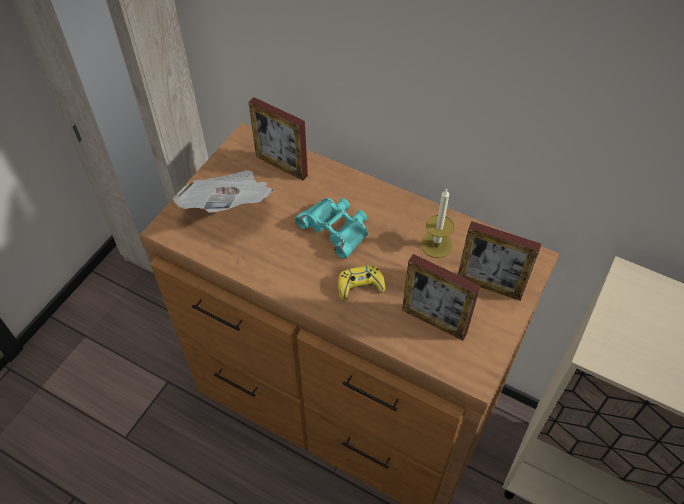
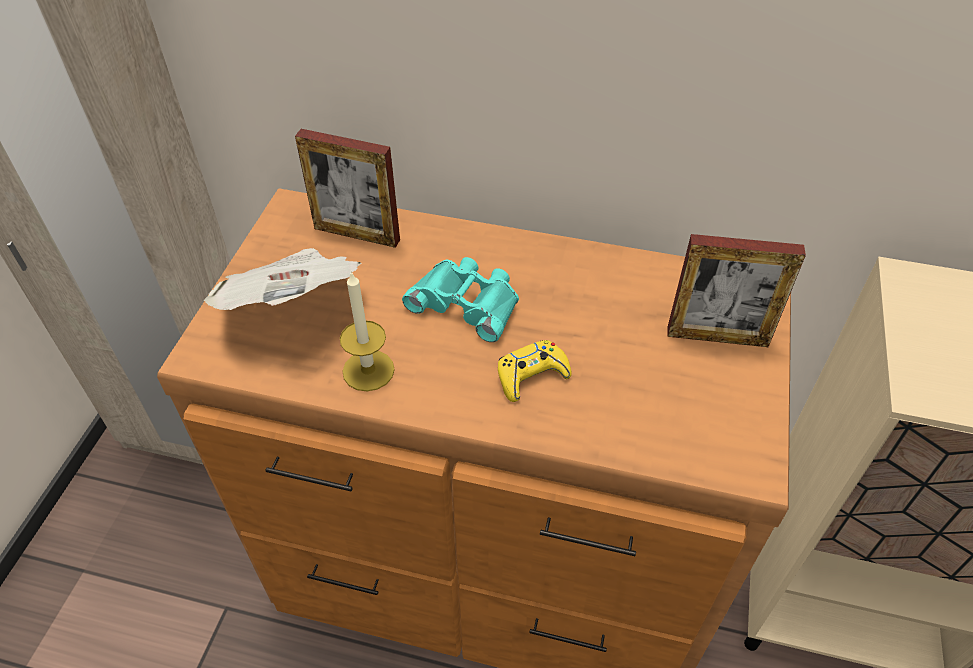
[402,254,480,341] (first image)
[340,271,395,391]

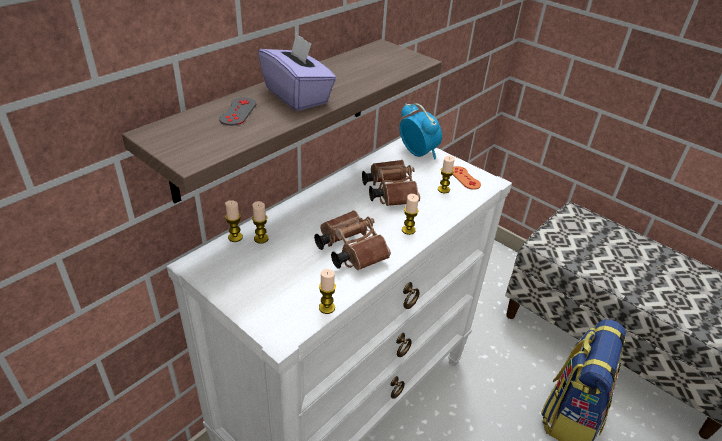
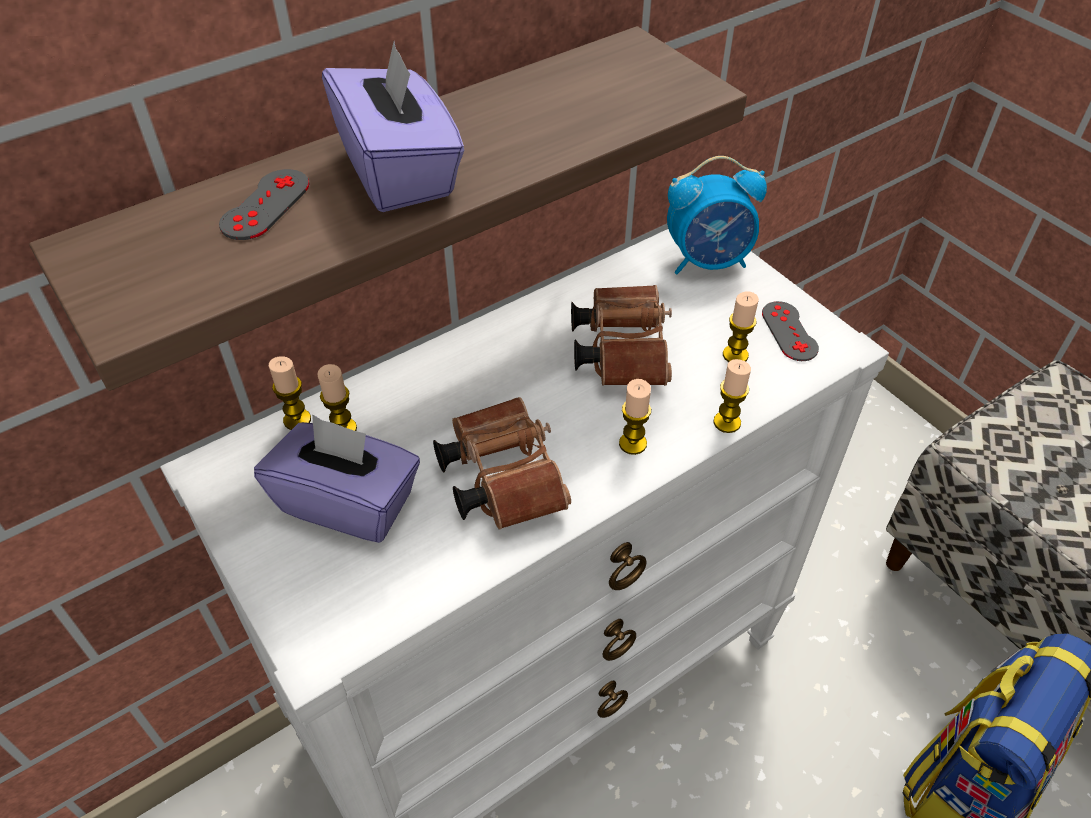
[254,414,420,543]
[713,359,751,433]
[762,301,819,361]
[667,156,767,274]

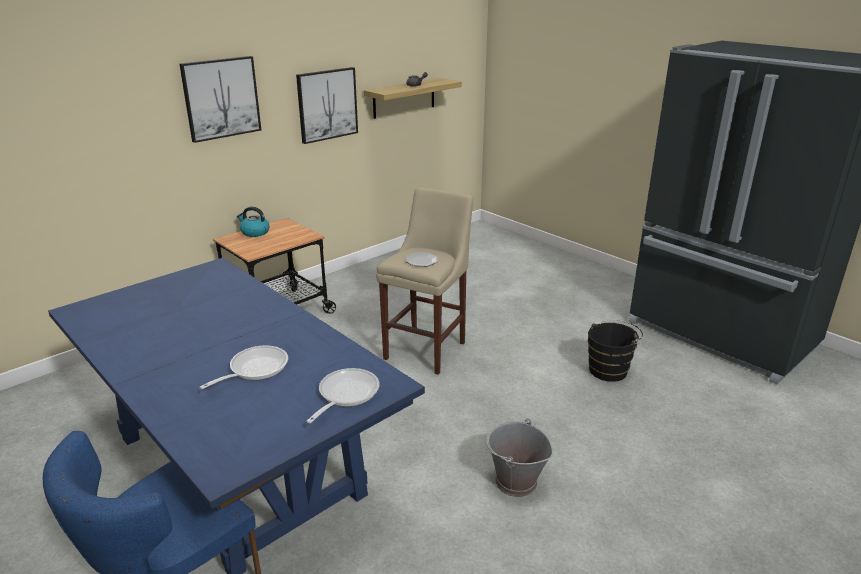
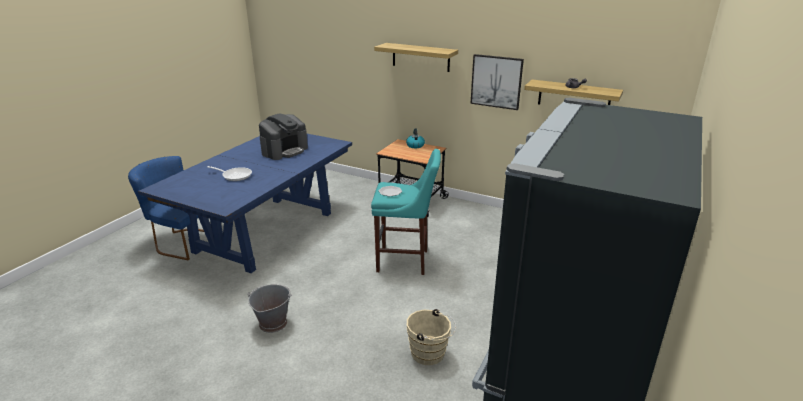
[307,368,380,423] (first image)
[259,113,308,160]
[374,43,458,72]
[371,149,441,275]
[407,309,456,365]

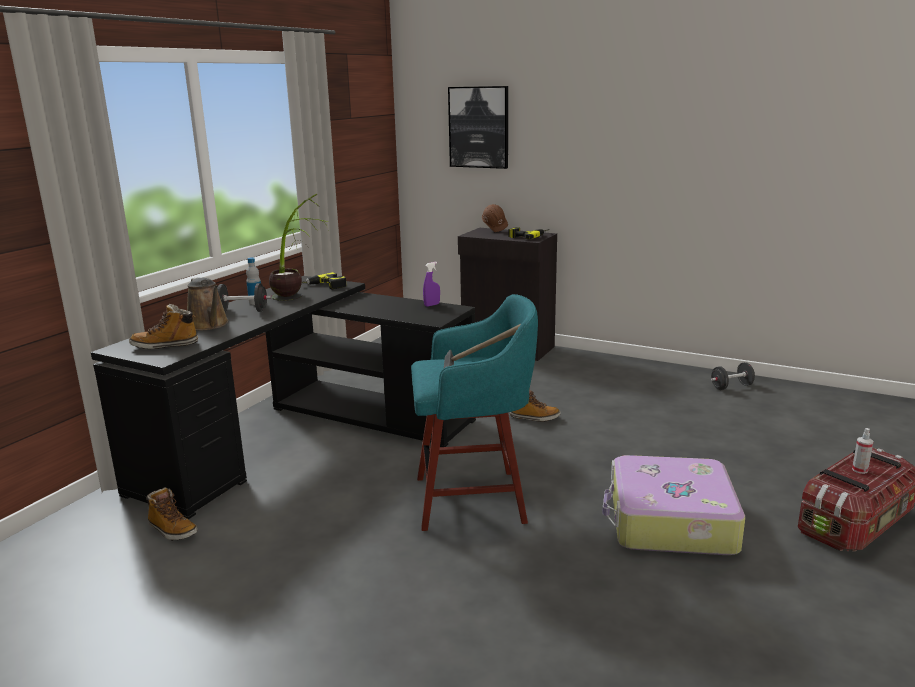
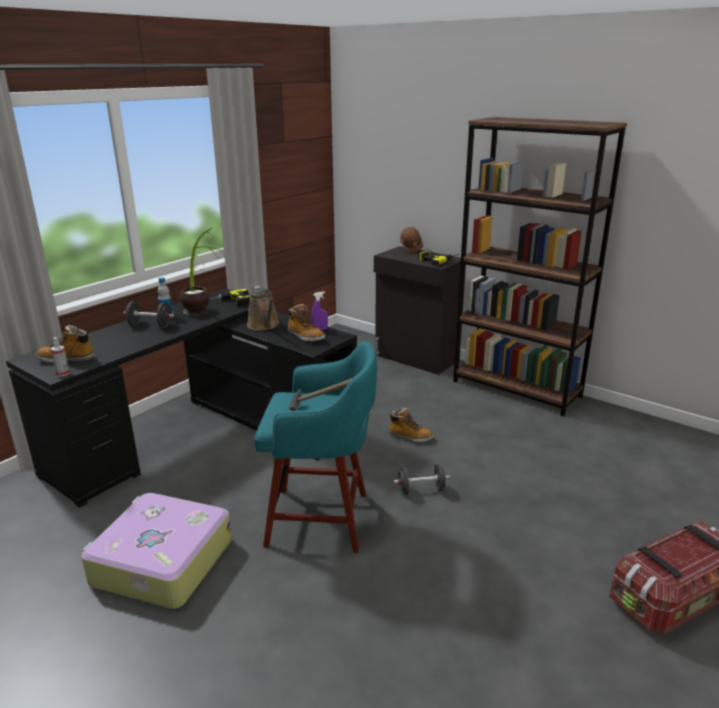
[448,86,508,169] (first image)
[453,117,627,417]
[288,304,325,342]
[247,286,280,330]
[81,493,232,609]
[394,464,450,494]
[51,337,69,377]

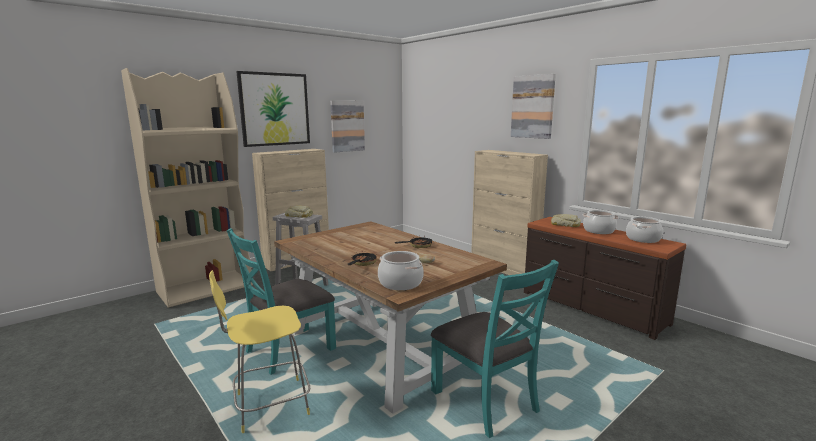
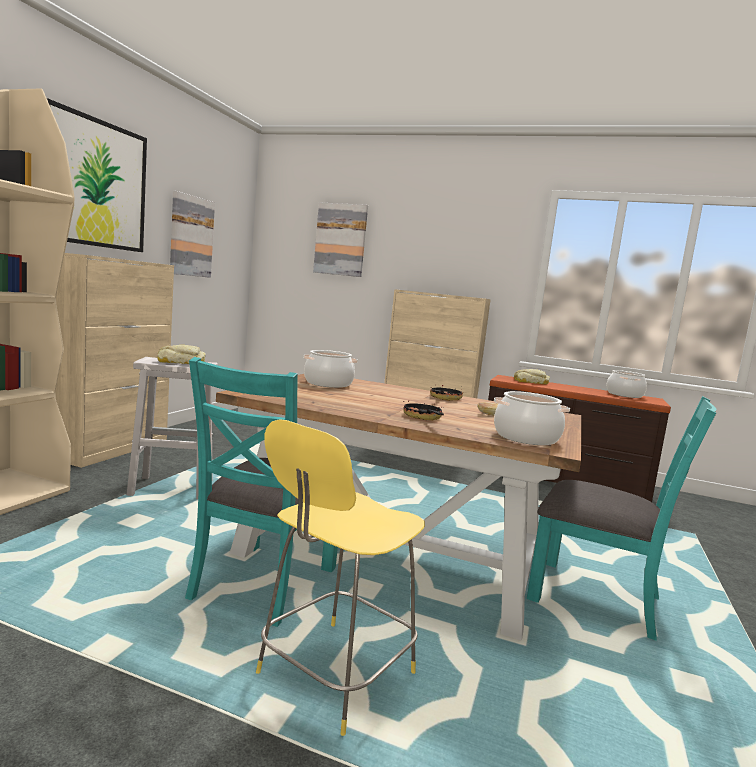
[313,202,368,277]
[303,350,358,388]

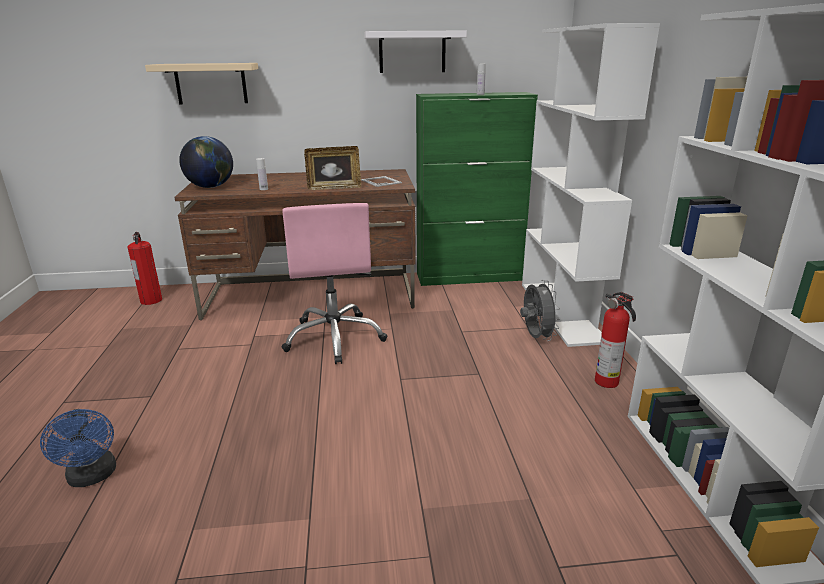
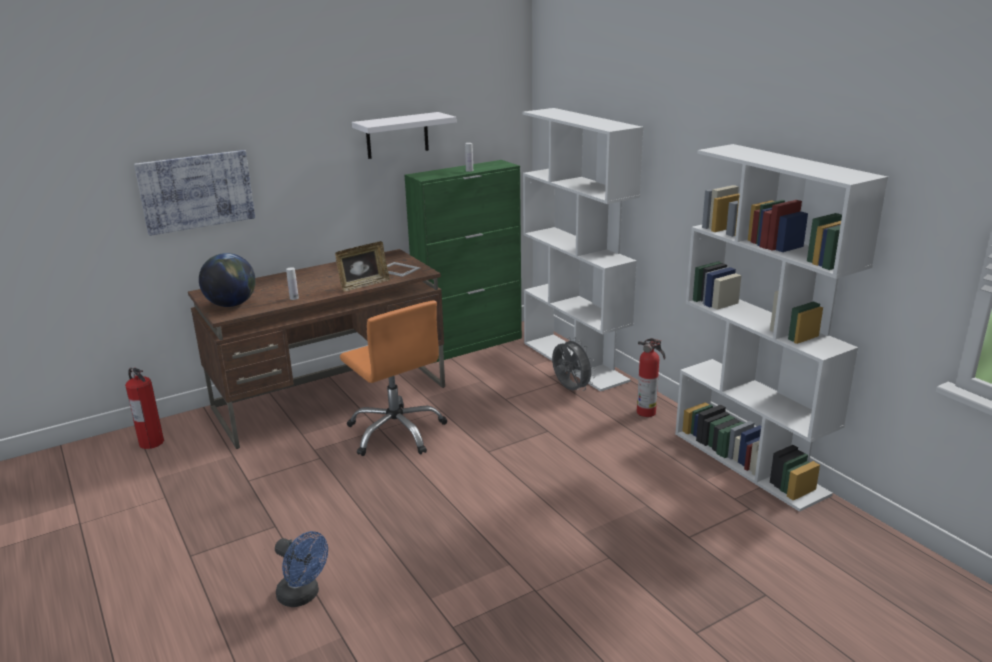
[134,150,255,236]
[340,300,447,456]

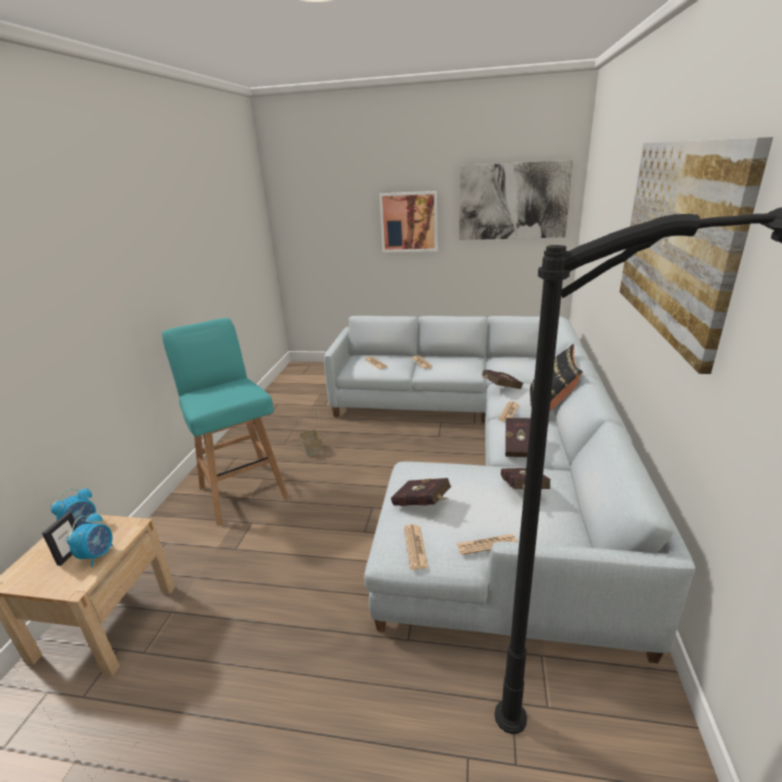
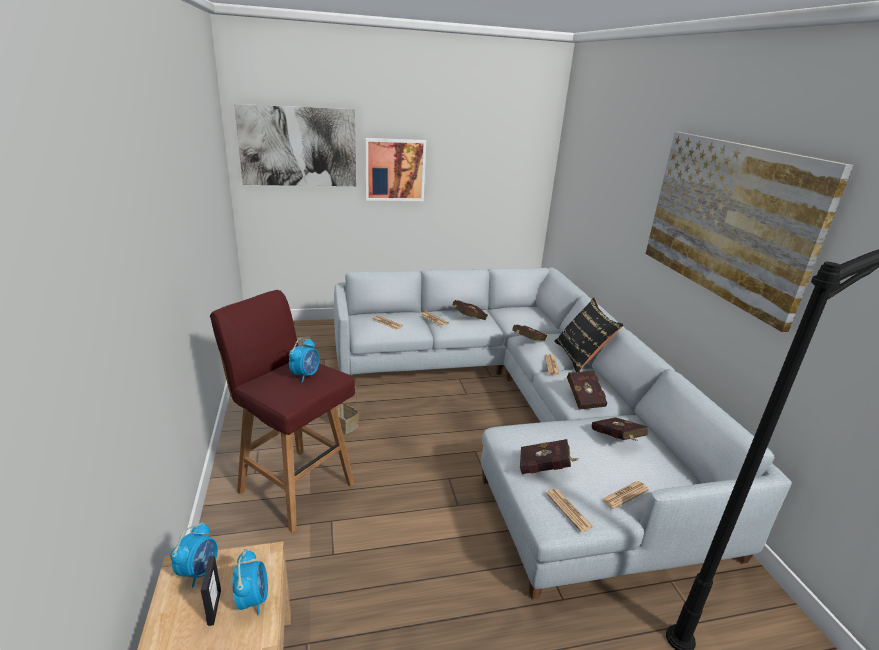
[289,338,319,383]
[451,300,488,320]
[234,104,356,186]
[210,290,355,533]

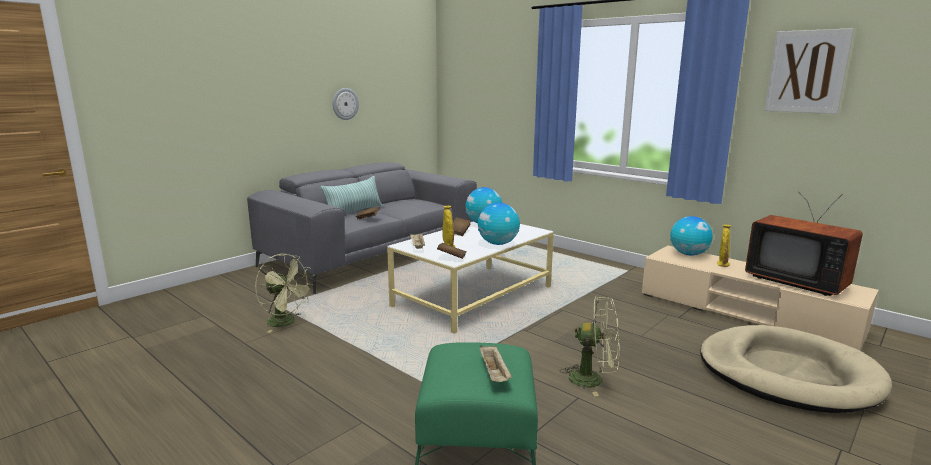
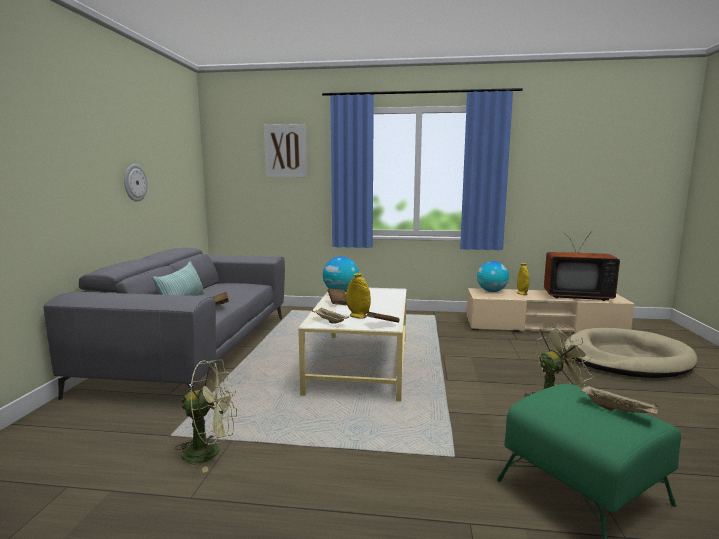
[478,203,520,245] (first image)
[264,124,307,177]

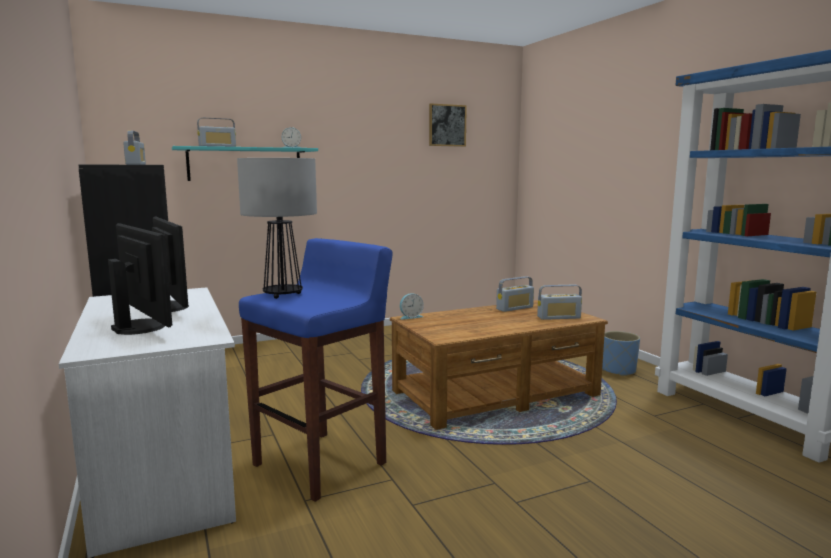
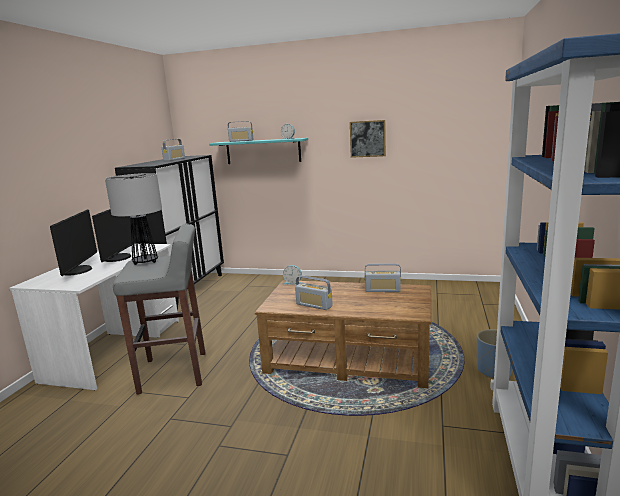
[350,120,386,158]
[295,275,333,310]
[113,224,205,395]

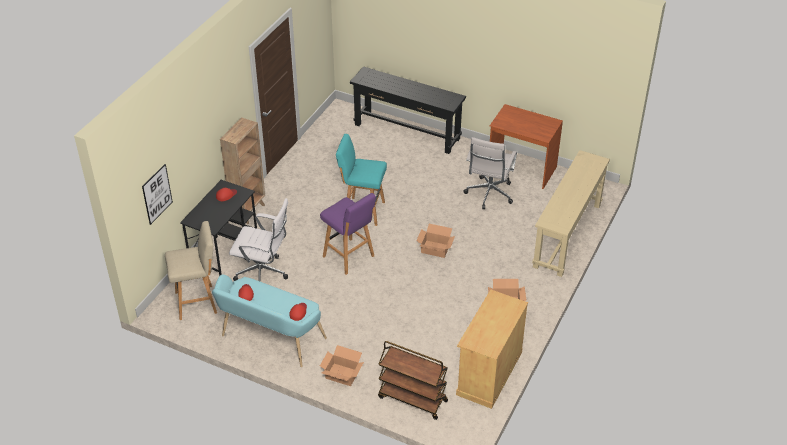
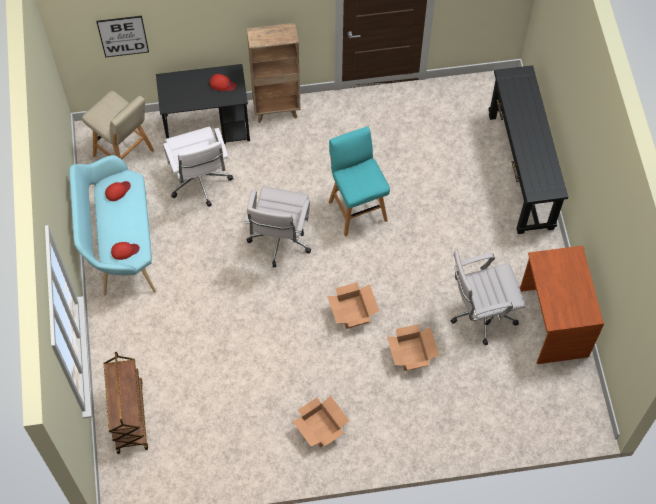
[456,290,528,409] (first image)
[532,150,610,277] (first image)
[387,324,439,371]
[244,186,311,267]

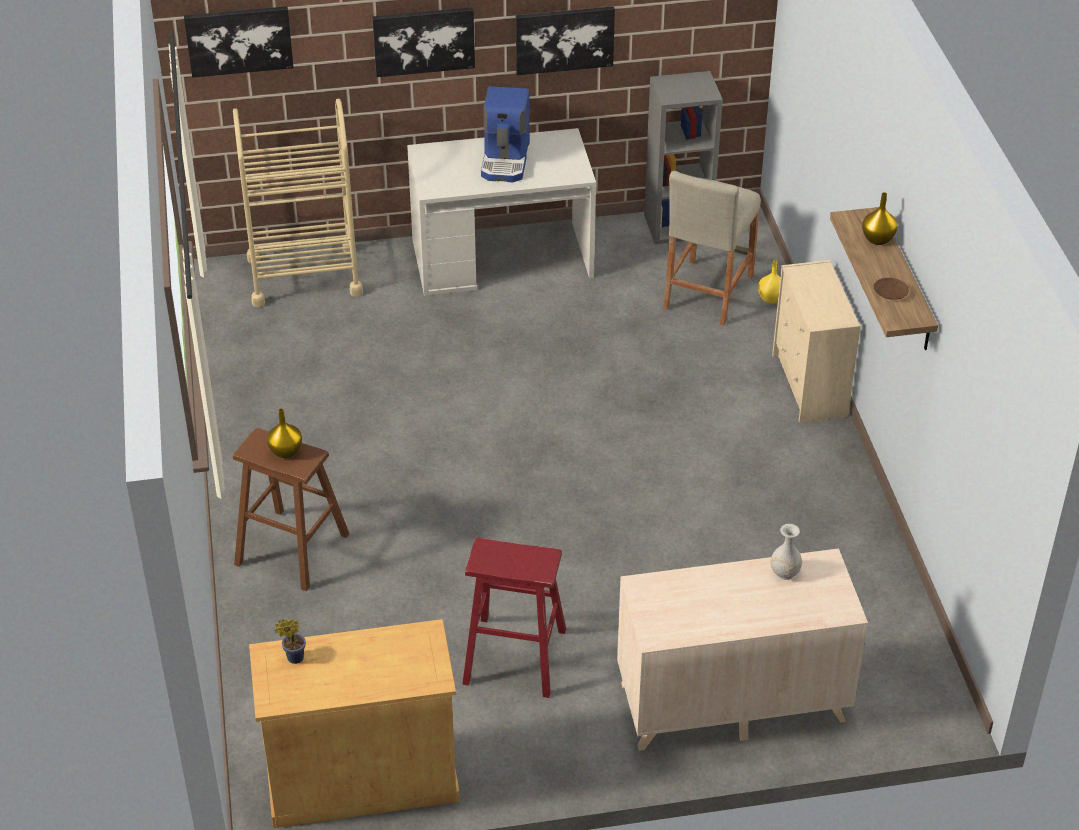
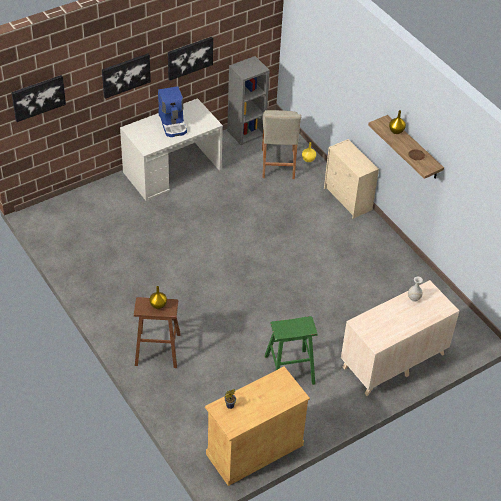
[233,99,363,307] (first image)
[265,316,318,385]

